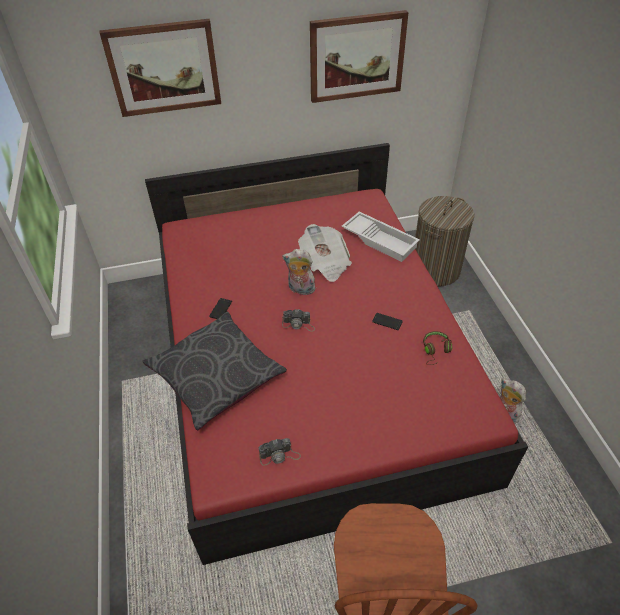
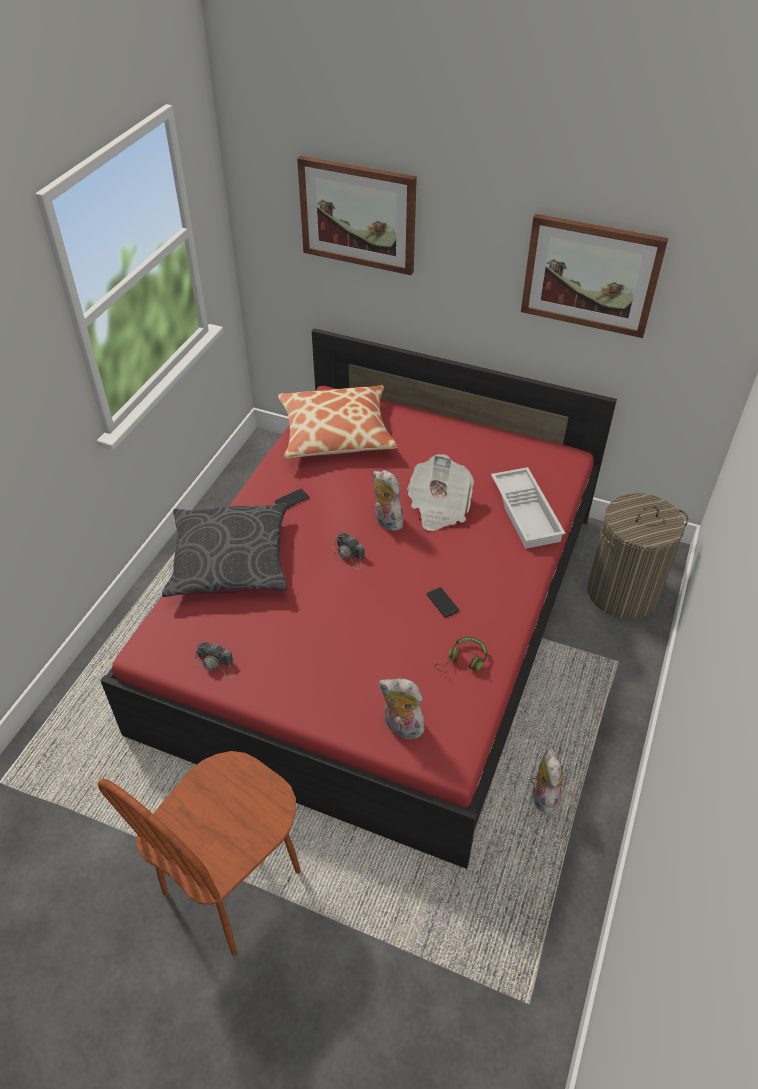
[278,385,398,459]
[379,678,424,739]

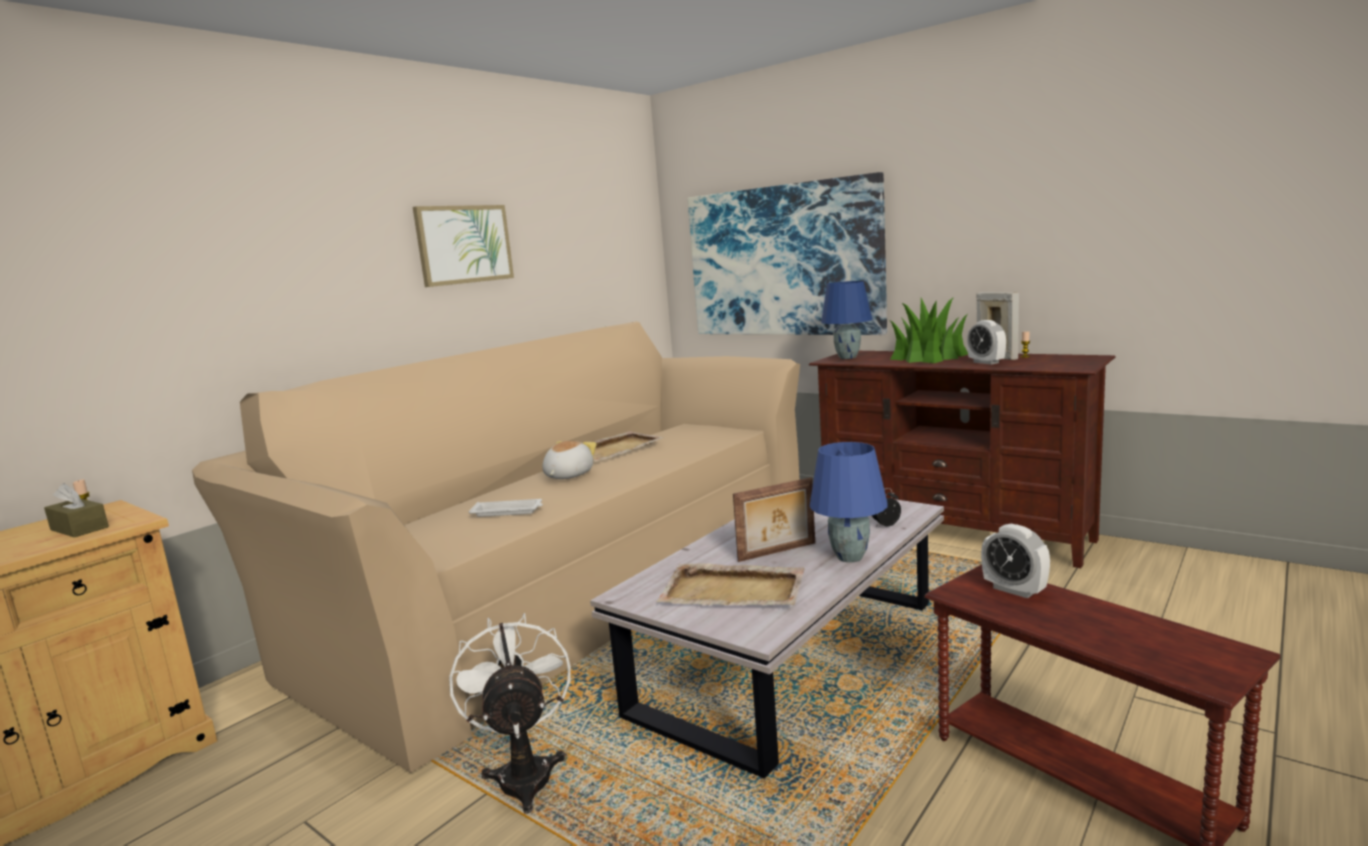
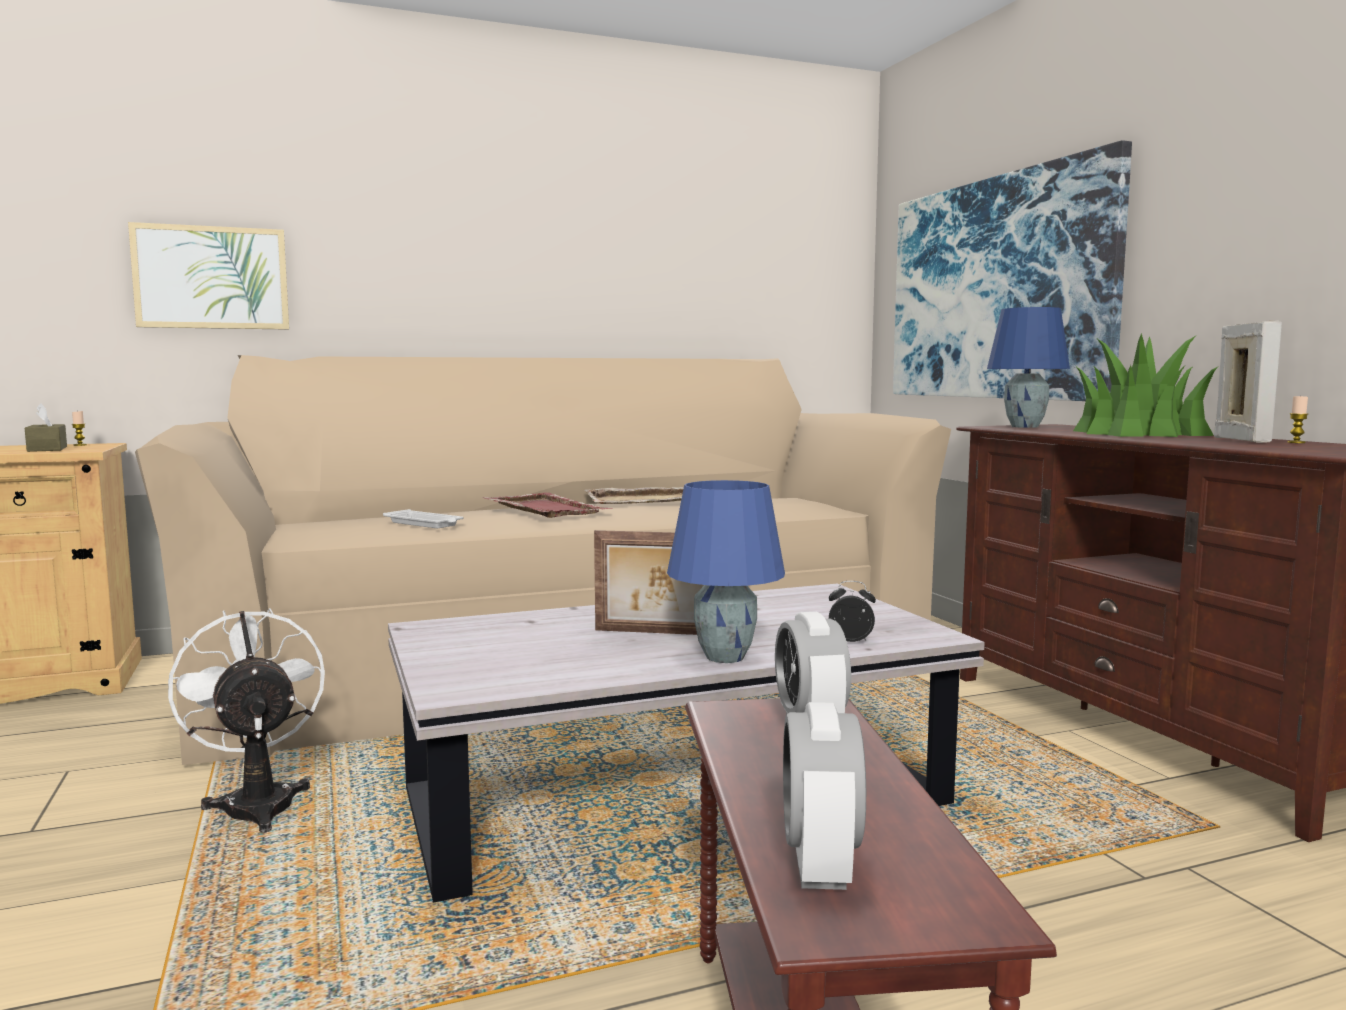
[656,563,805,605] (first image)
[128,222,289,330]
[783,702,866,890]
[482,492,613,518]
[168,608,325,833]

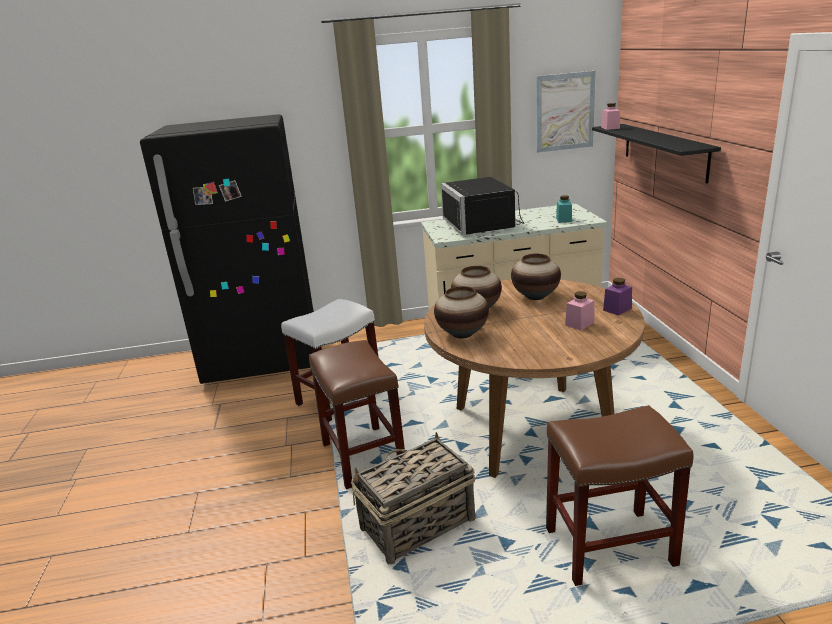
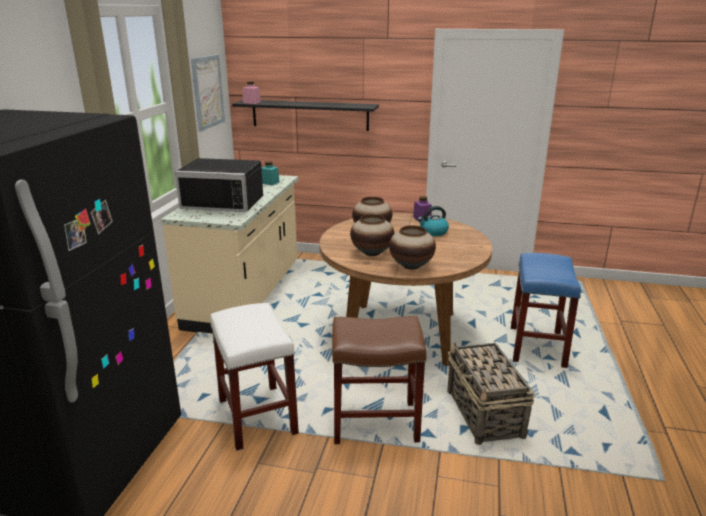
[418,206,449,236]
[511,253,581,368]

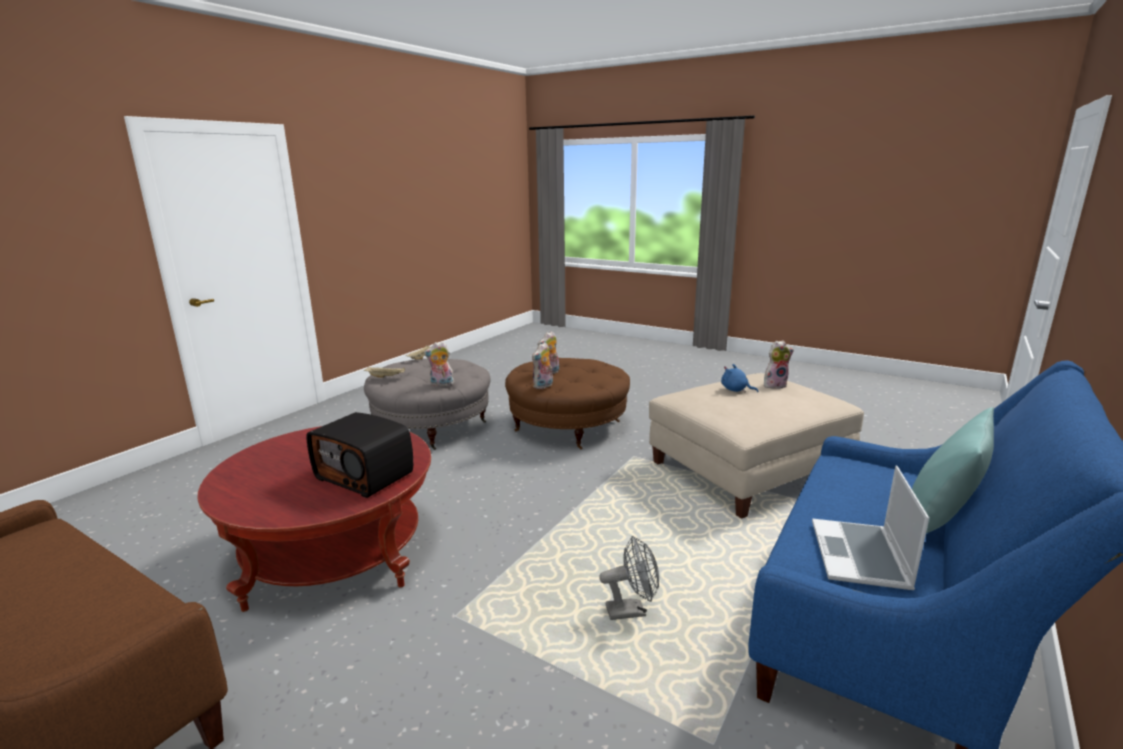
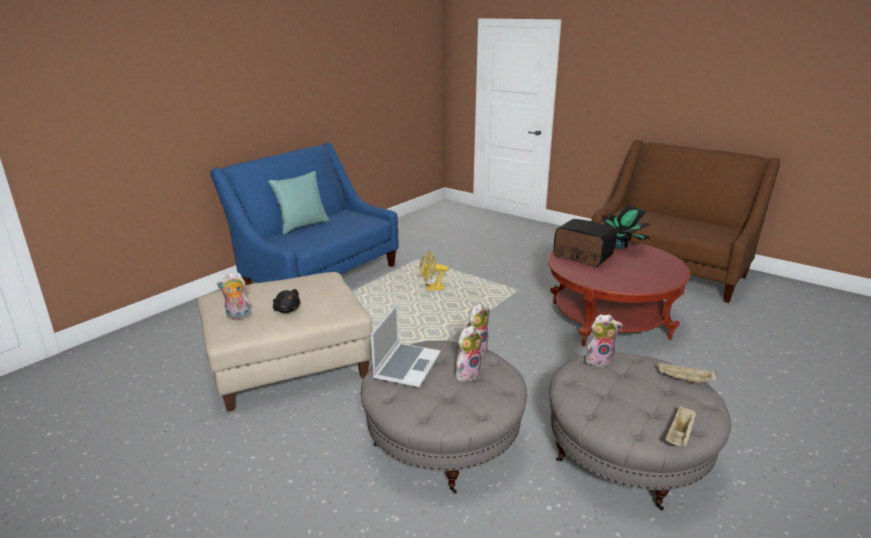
[601,205,651,249]
[371,303,441,388]
[361,341,527,493]
[420,250,449,290]
[273,289,300,313]

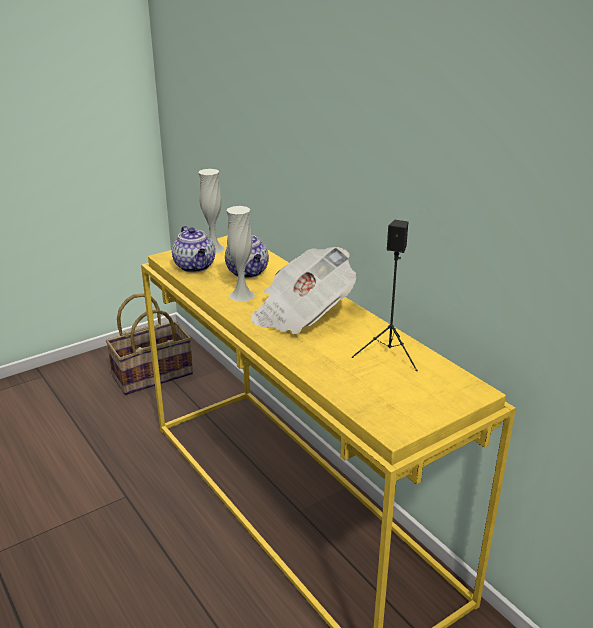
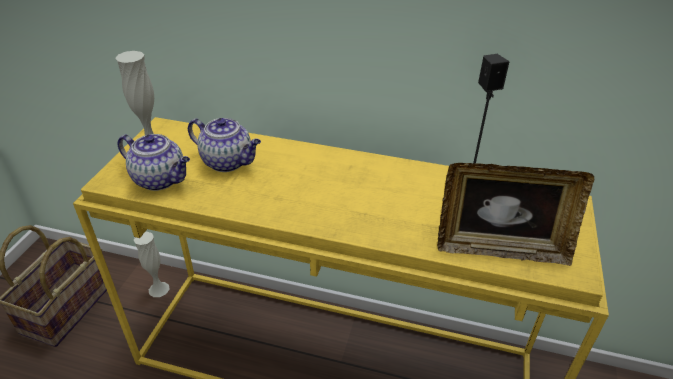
[251,247,356,334] (first image)
[437,163,594,266]
[134,232,169,297]

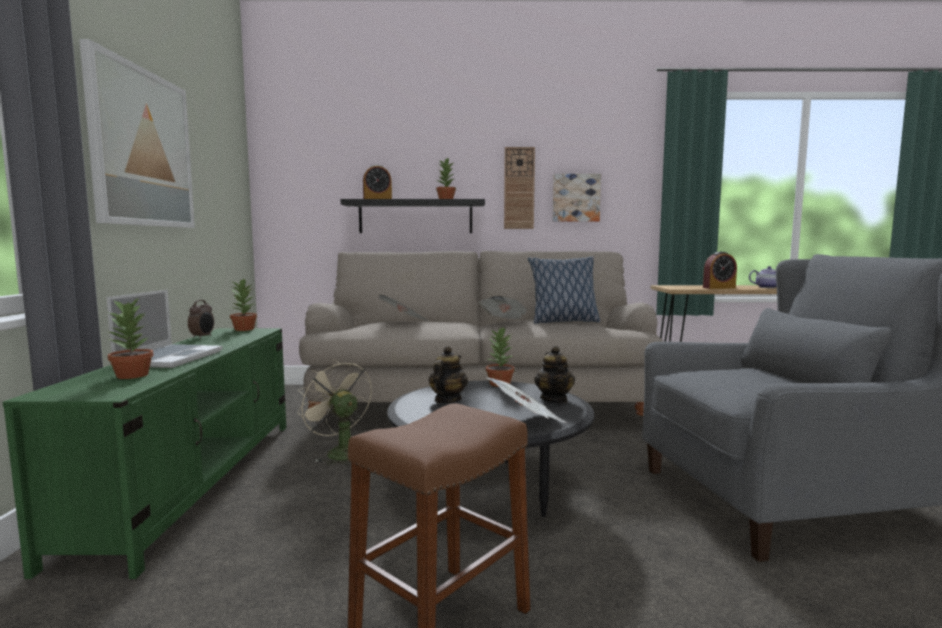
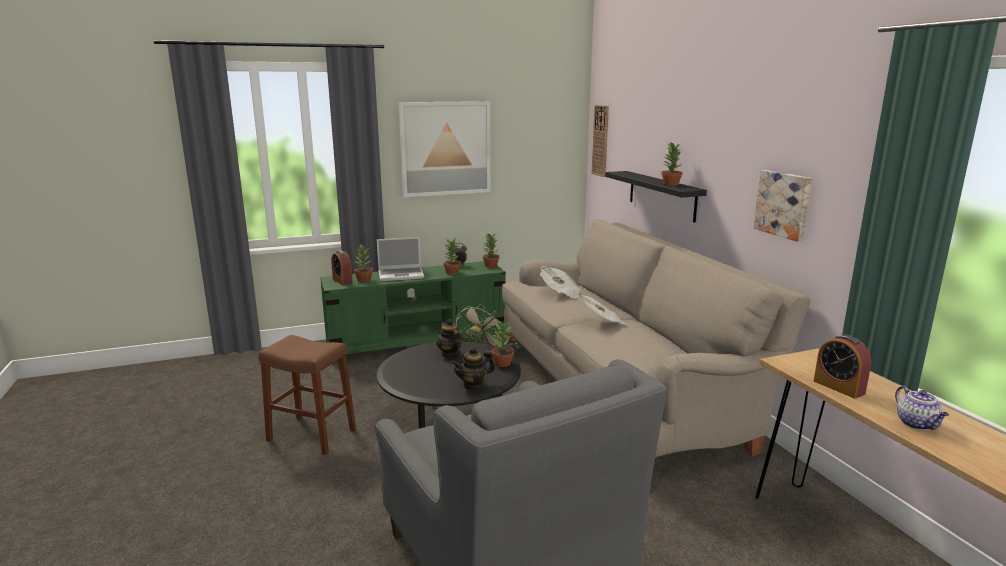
[485,377,568,423] (first image)
[528,256,600,324] (first image)
[443,238,461,275]
[331,250,353,285]
[592,105,609,177]
[436,319,463,358]

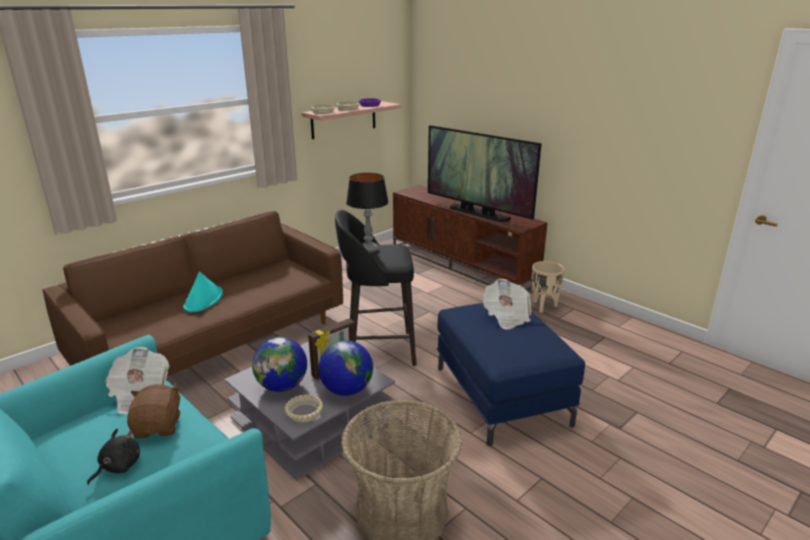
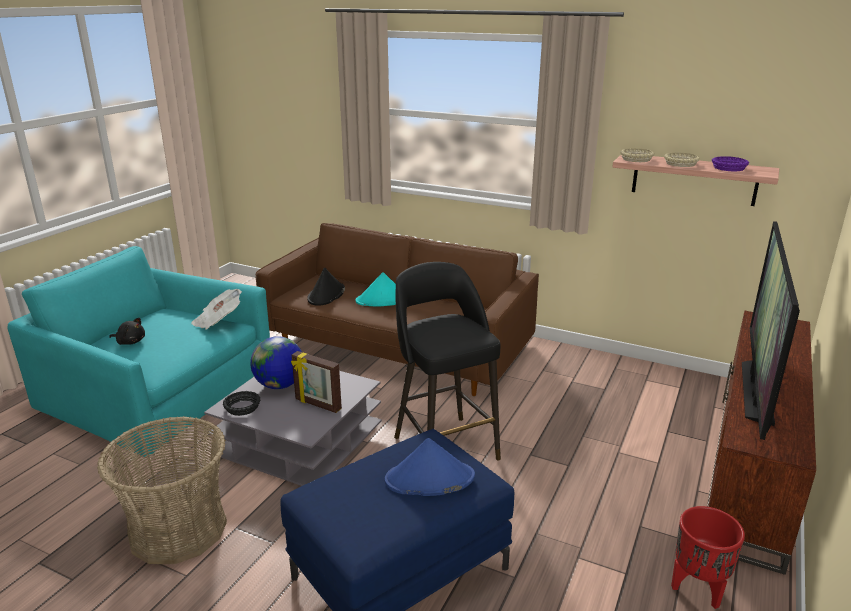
[127,384,181,439] (first image)
[319,340,373,396] (first image)
[346,173,389,253] (first image)
[307,268,345,306]
[385,438,475,496]
[223,391,261,416]
[671,506,745,609]

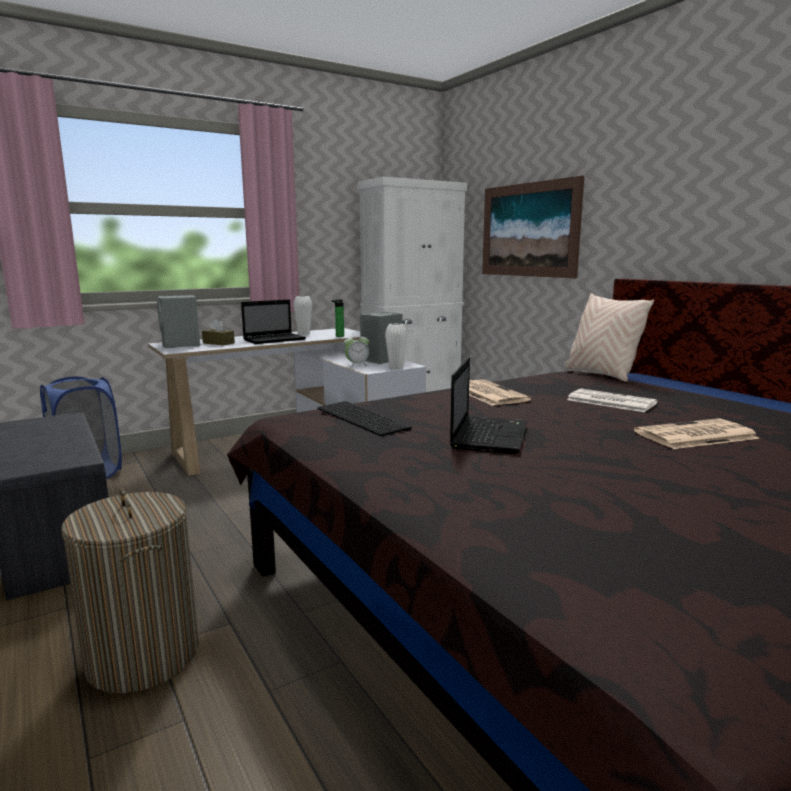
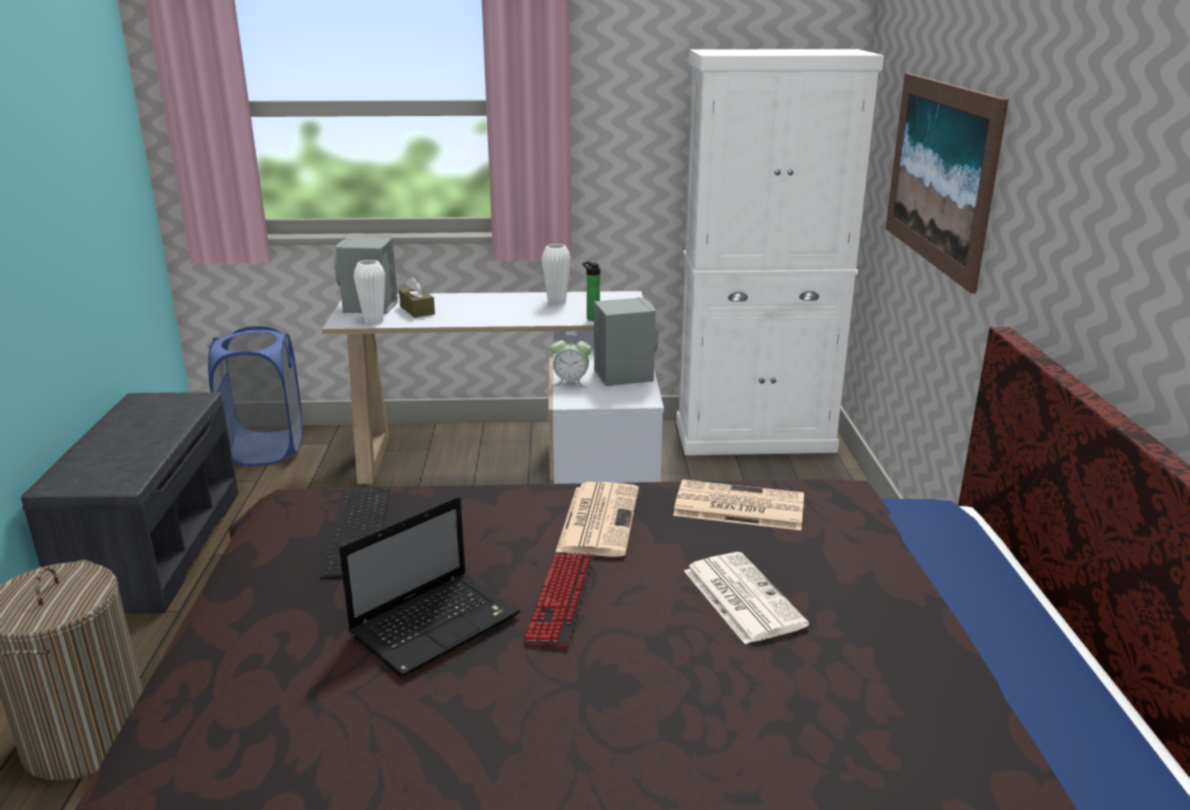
[241,299,306,344] (first image)
[565,293,654,382] (first image)
[522,553,593,645]
[354,260,385,324]
[673,480,804,531]

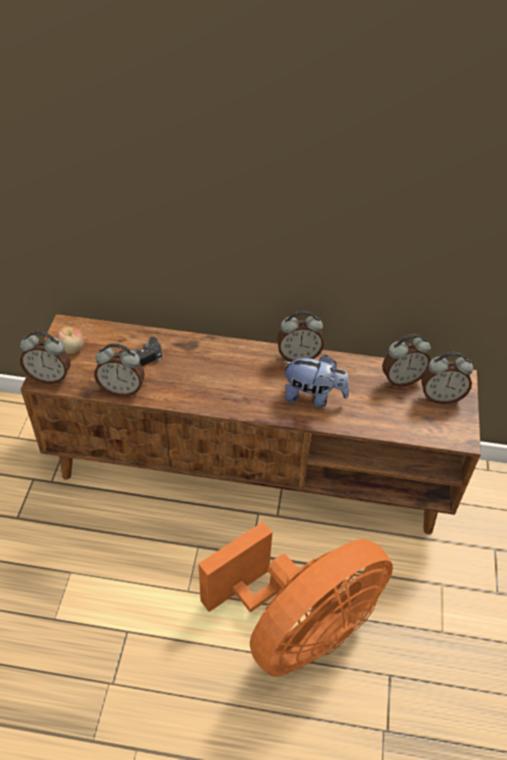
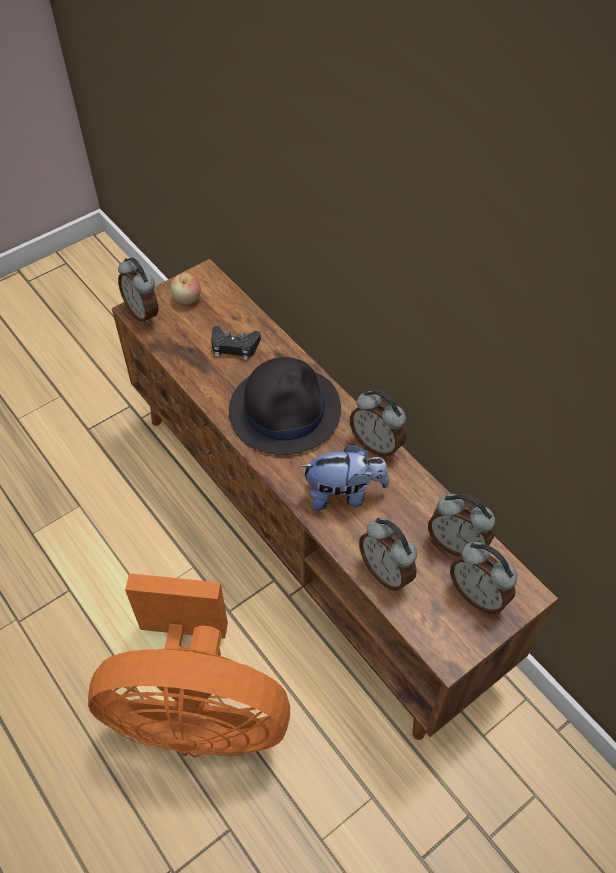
[229,357,341,455]
[359,518,417,591]
[301,444,389,511]

